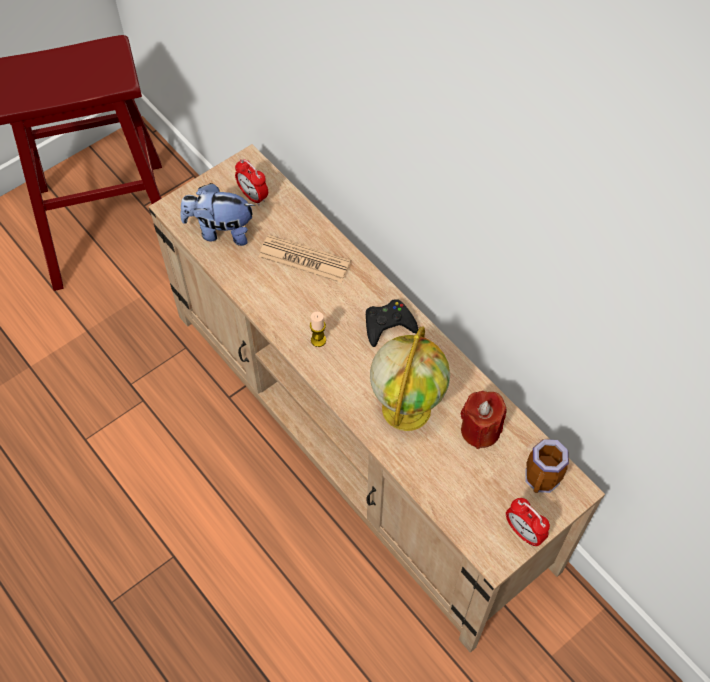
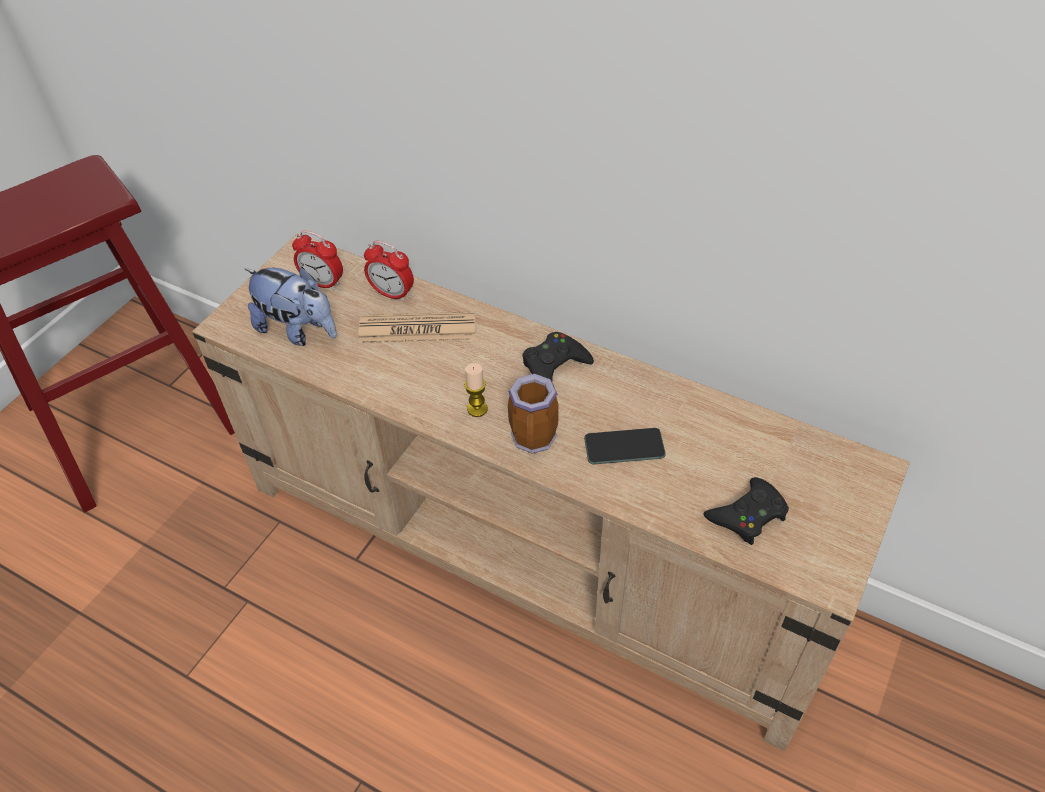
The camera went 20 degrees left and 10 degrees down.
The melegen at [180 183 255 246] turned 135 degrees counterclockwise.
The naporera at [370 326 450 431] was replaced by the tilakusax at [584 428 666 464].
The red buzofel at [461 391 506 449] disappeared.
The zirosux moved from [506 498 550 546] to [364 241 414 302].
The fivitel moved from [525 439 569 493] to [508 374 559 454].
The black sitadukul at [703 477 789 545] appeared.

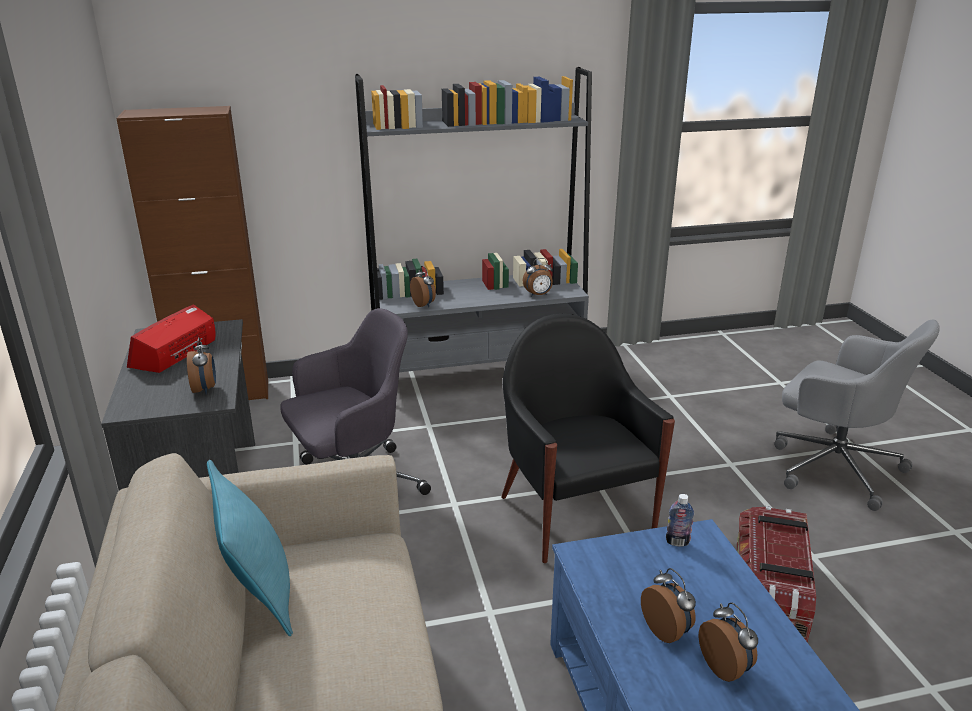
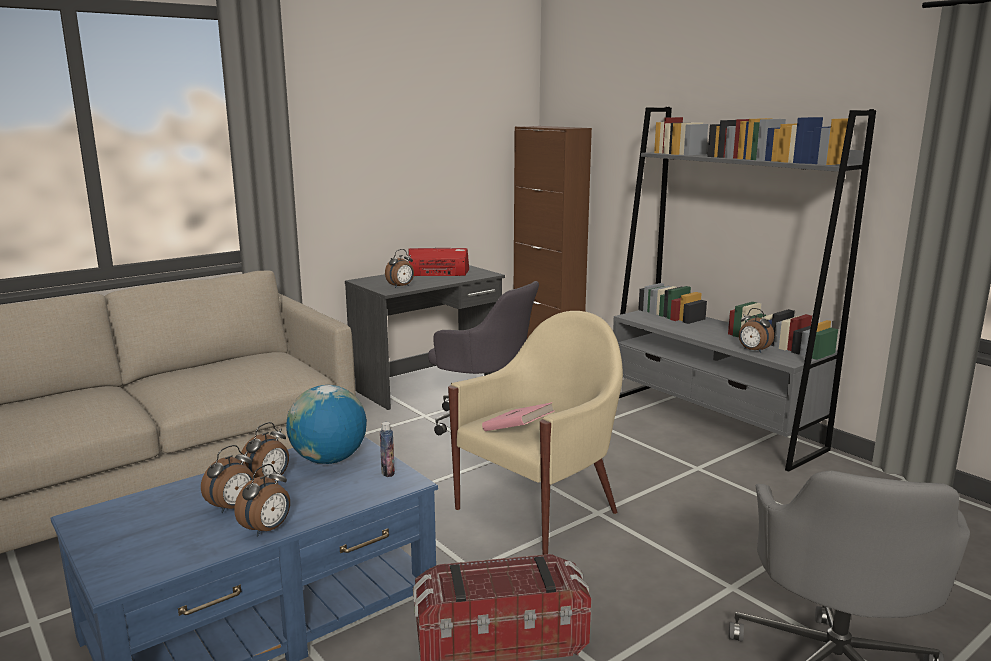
The camera went 65 degrees right and 10 degrees down.
The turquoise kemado at [207 460 293 636] disappeared.
The zirosux moved from [410 266 436 307] to [234 464 290 537].
The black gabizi at [501 314 675 563] became the beige gabizi at [448 311 623 555].
The naporera at [286 385 367 464] appeared.
The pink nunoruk at [482 402 554 431] appeared.

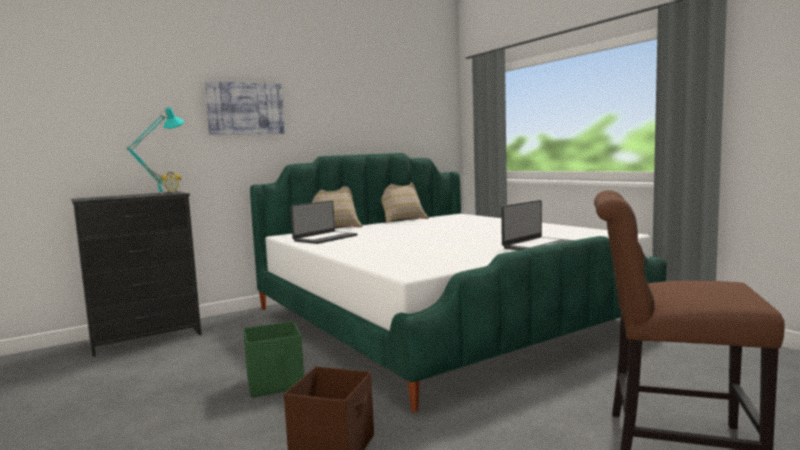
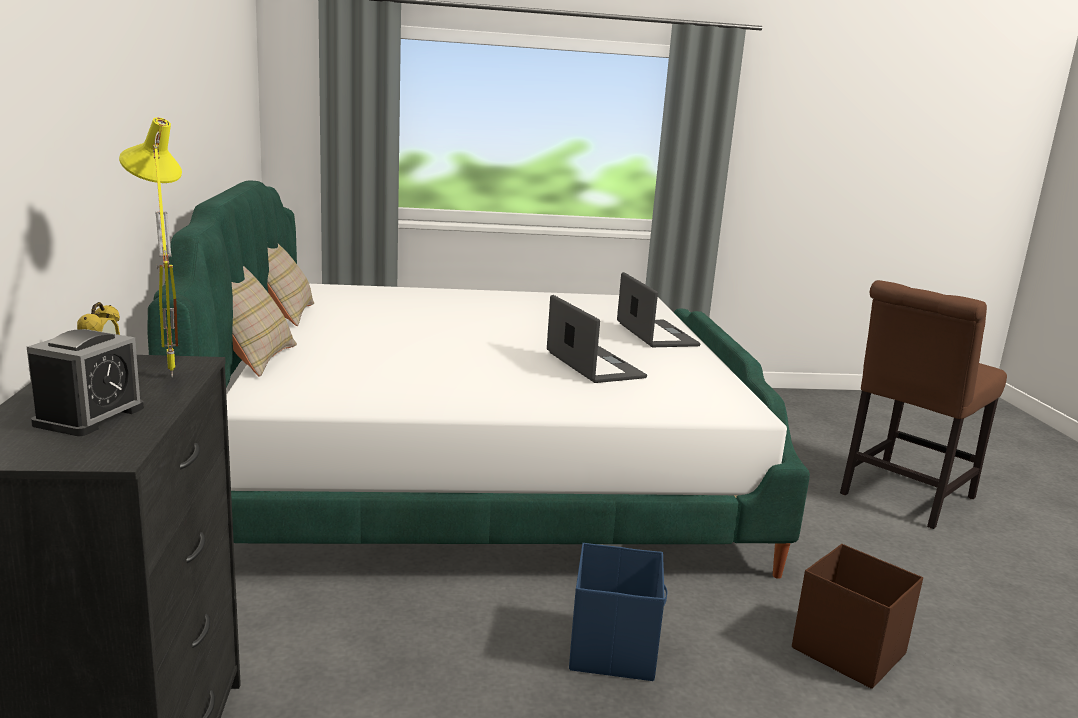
The camera went 65 degrees left and 10 degrees up.
The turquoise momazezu at [126 107 184 194] became the yellow momazezu at [119 117 182 378].
The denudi at [204 81 285 135] disappeared.
The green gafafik at [243 321 304 398] became the blue gafafik at [569 543 667 681].
The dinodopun moved from [290 200 358 244] to [547 295 647 383].
The zirosux at [27 329 144 436] appeared.

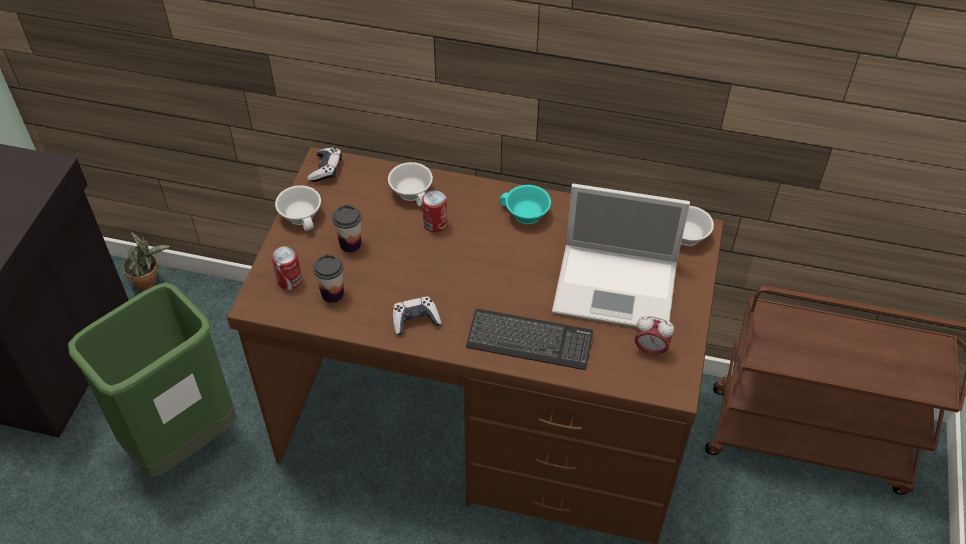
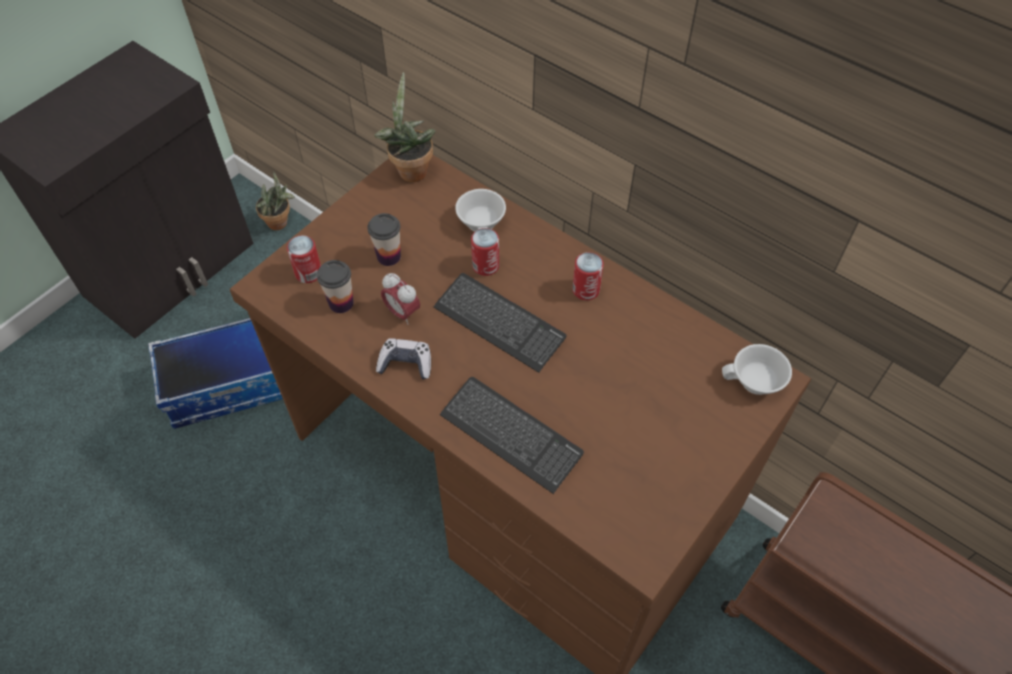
The camera went 25 degrees right and 5 degrees up.
The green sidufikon at [68 282 237 477] was replaced by the gafafik at [148 318 283 429].
The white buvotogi at [275 185 321 231] disappeared.
The sitadukul at [307 148 342 182] was replaced by the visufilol at [374 72 436 182].
The turquoise buvotogi at [499 185 551 224] was replaced by the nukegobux at [572 252 604 300].
The dinodopun at [552 184 690 327] disappeared.
The zirosux moved from [634 316 674 358] to [381 273 420 325].
The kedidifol at [434 273 567 373] appeared.

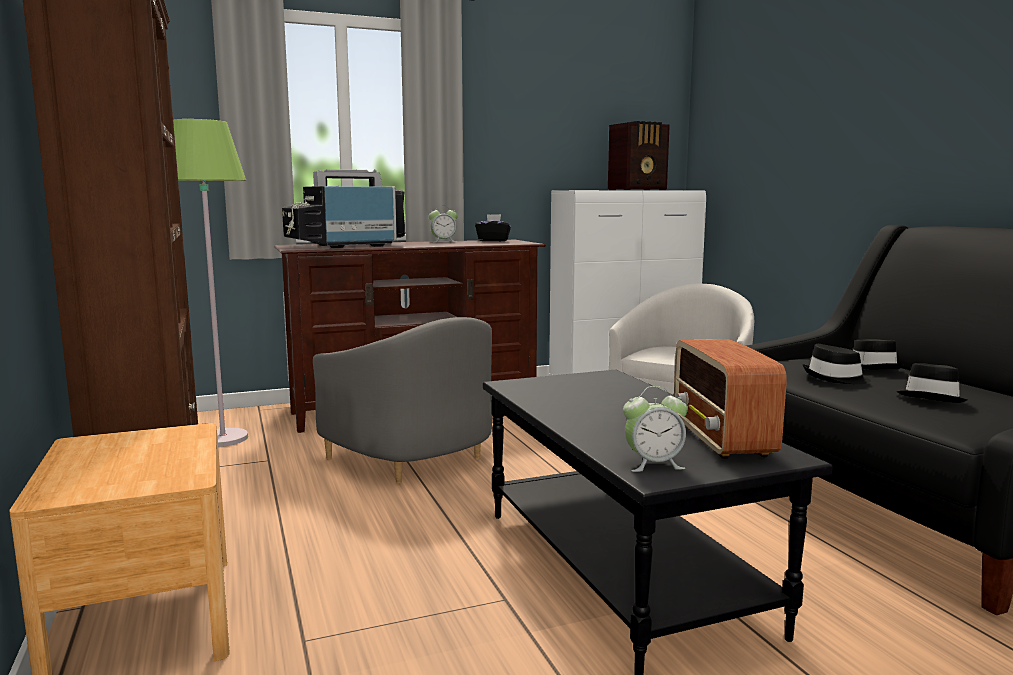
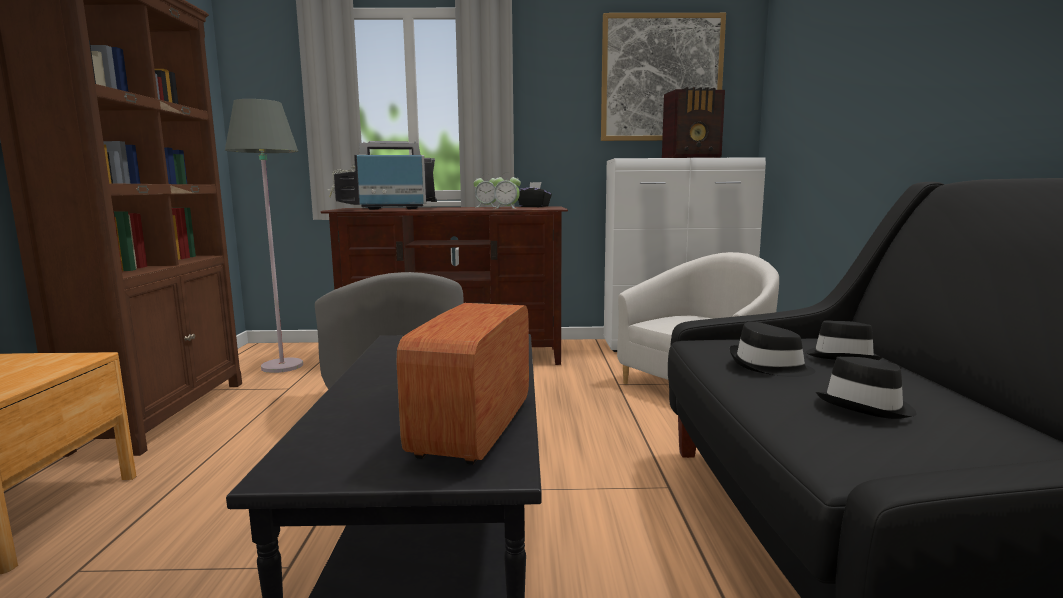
The camera went 20 degrees right and 0 degrees up.
The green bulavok at [173 119 248 447] became the grey bulavok at [225 99 303 373].
The zirosux moved from [623 386 688 472] to [493 173 521 209].
The denudi at [601 13 726 141] appeared.

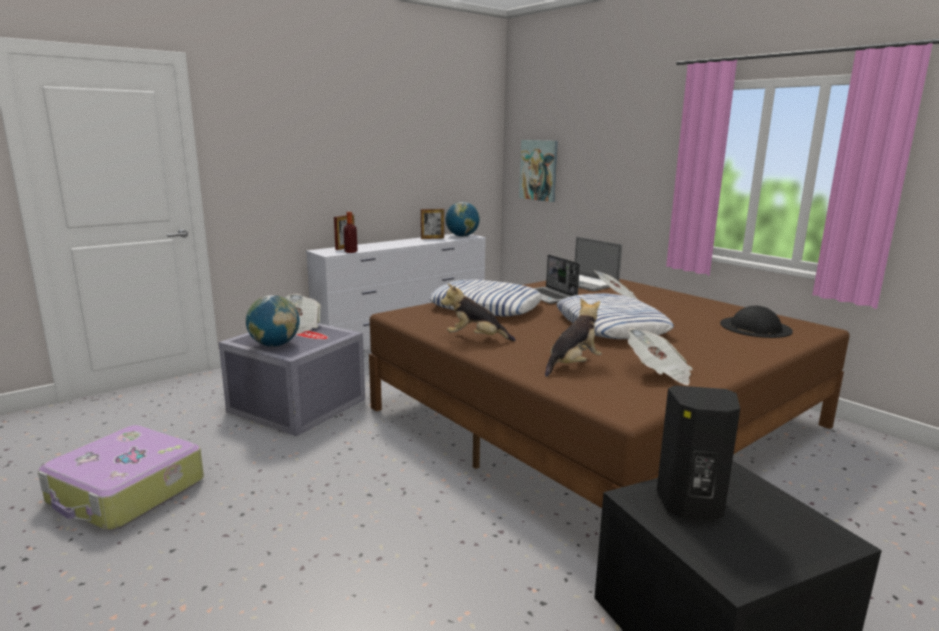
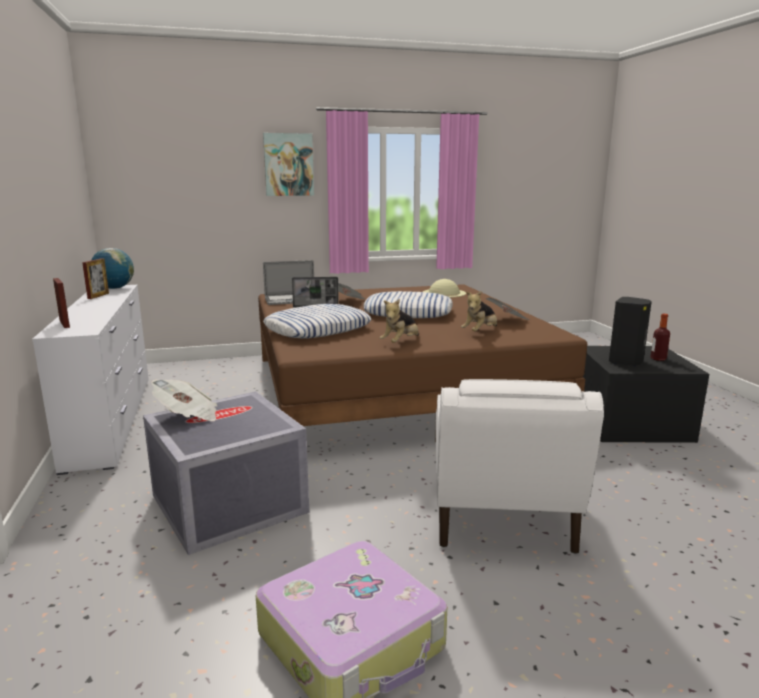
The camera went 65 degrees left and 0 degrees up.
The naporera at [246 295 300 347] disappeared.
The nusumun moved from [343 212 358 253] to [651 314 670 361].
The denudi moved from [519 140 558 202] to [263 133 314 196].
The melegen at [545 299 602 377] turned 120 degrees counterclockwise.
The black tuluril at [720 306 793 338] became the beige tuluril at [423 279 466 298].
The white gabizi at [436 379 604 554] appeared.

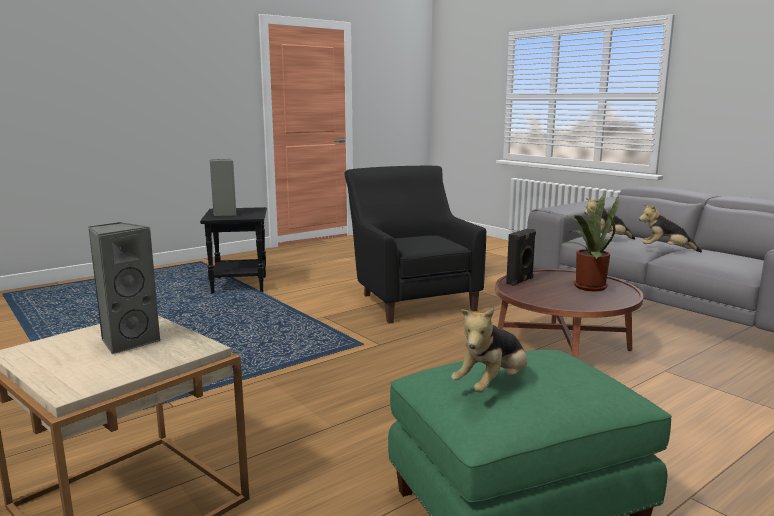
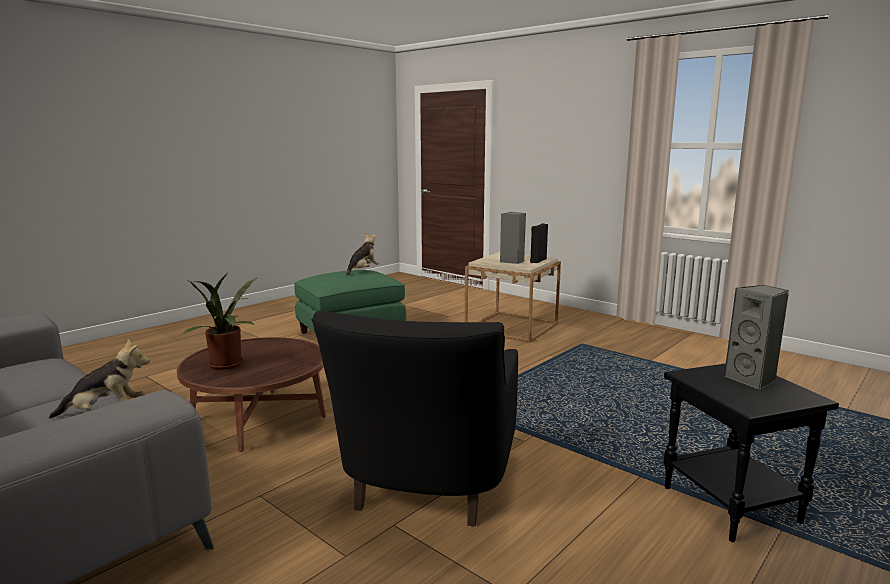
The camera went 170 degrees right and 0 degrees up.
The black gabizi at [345 166 486 323] turned 45 degrees clockwise.
The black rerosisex moved from [506 229 536 286] to [530 223 548 263].
The melegen at [639 204 702 252] disappeared.

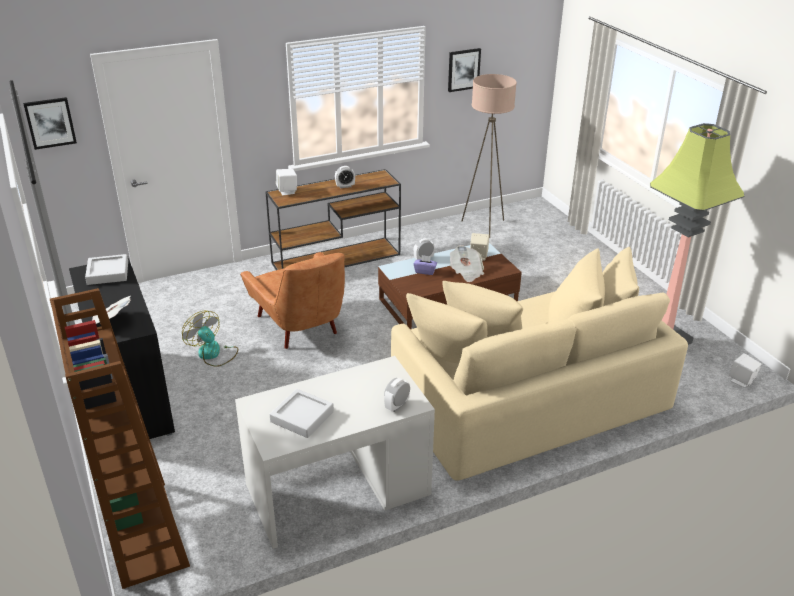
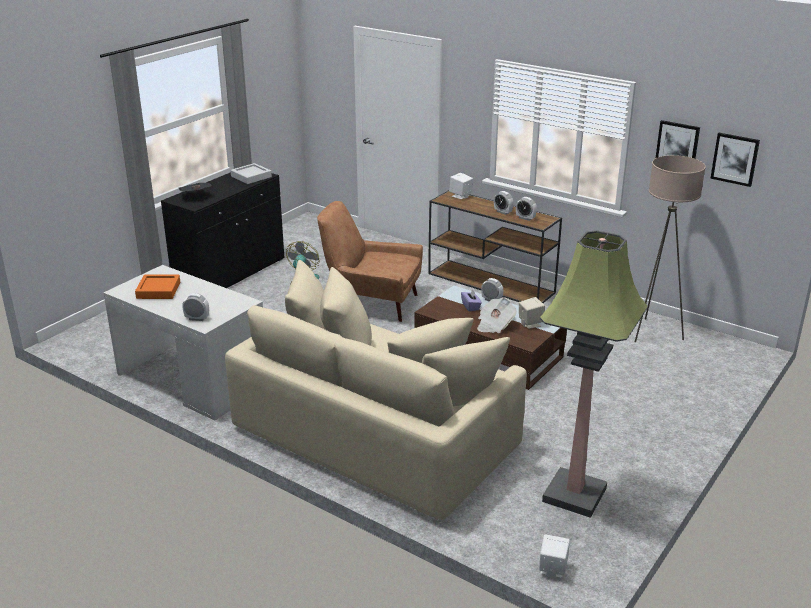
The camera went 60 degrees right and 5 degrees down.
The denudi moved from [23 97 77 150] to [710 133 760 187].
The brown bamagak at [50 288 190 589] disappeared.
The brown gabizi at [240 252 345 349] turned 75 degrees clockwise.
The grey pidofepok at [269 389 334 438] became the orange pidofepok at [135 275 180 299].
The zirosux at [516 197 537 221] appeared.

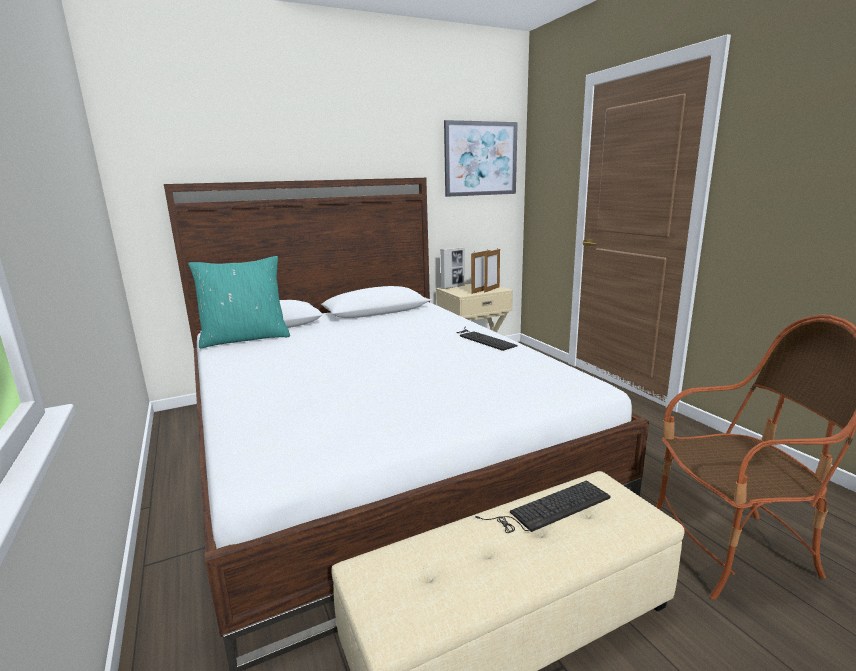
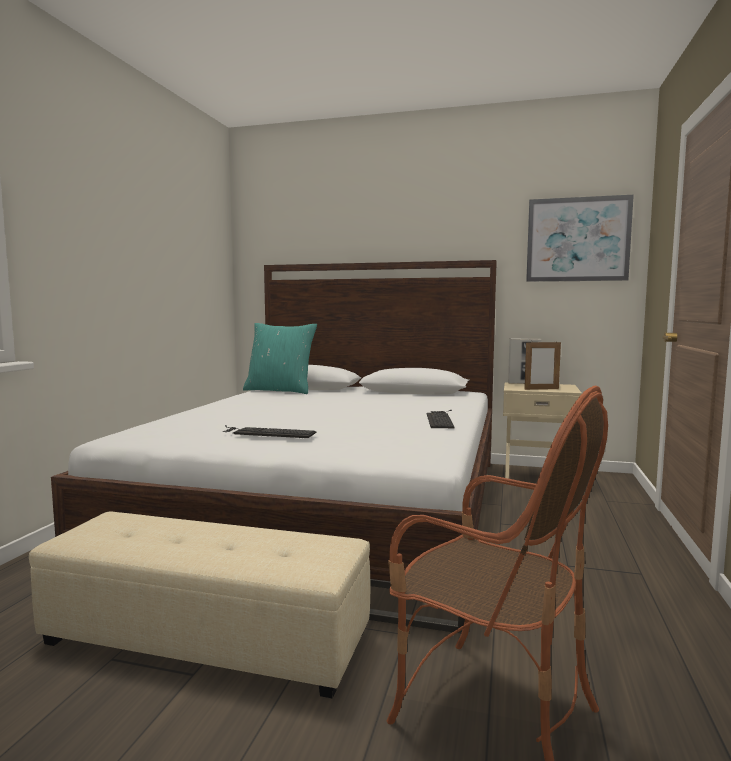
The camera went 40 degrees right and 10 degrees down.
The kedidifol moved from [475 480 611 533] to [223 425 316 438].
The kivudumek at [484 249 500 293] disappeared.

